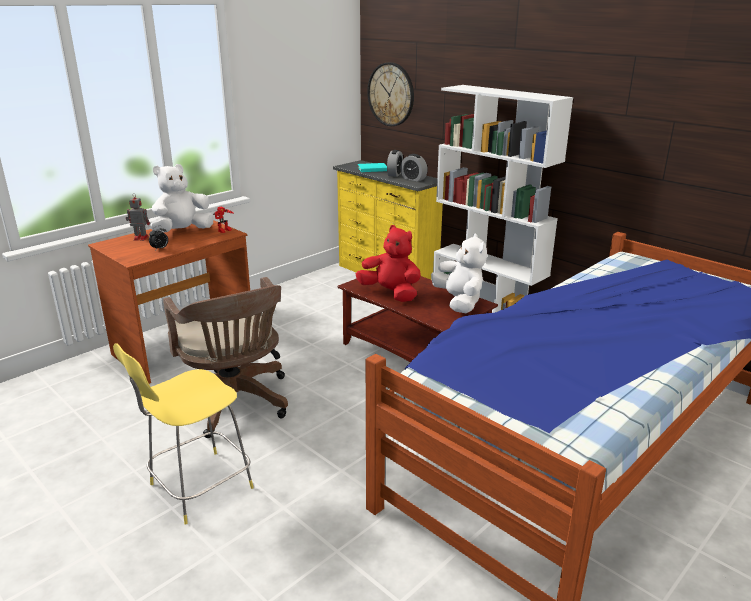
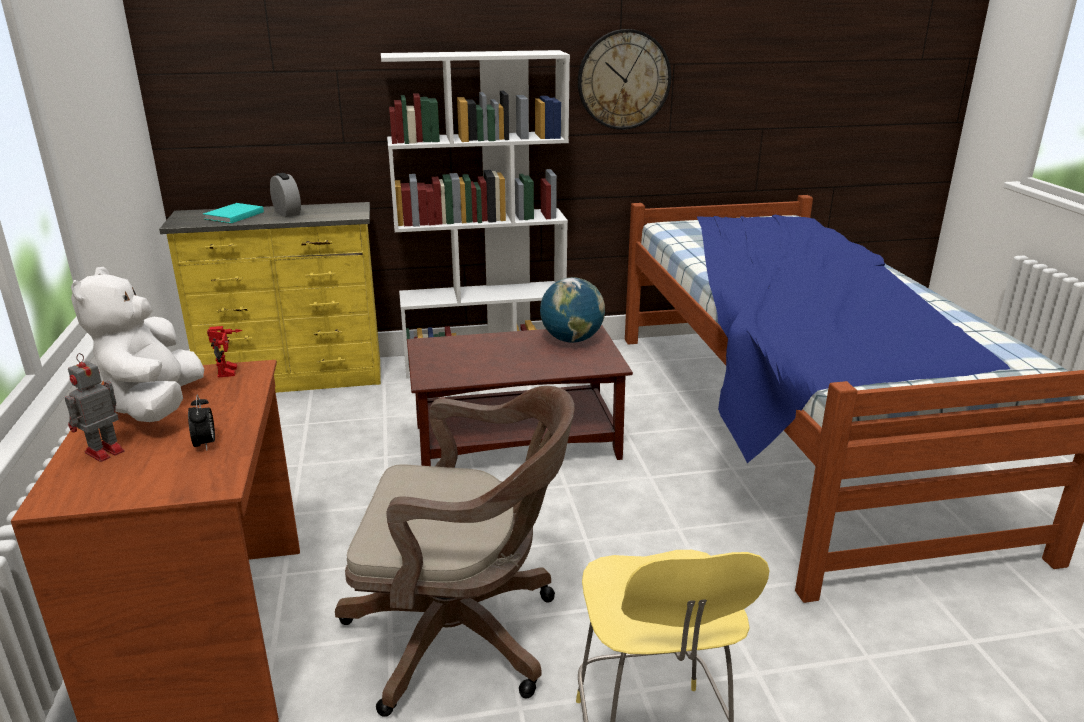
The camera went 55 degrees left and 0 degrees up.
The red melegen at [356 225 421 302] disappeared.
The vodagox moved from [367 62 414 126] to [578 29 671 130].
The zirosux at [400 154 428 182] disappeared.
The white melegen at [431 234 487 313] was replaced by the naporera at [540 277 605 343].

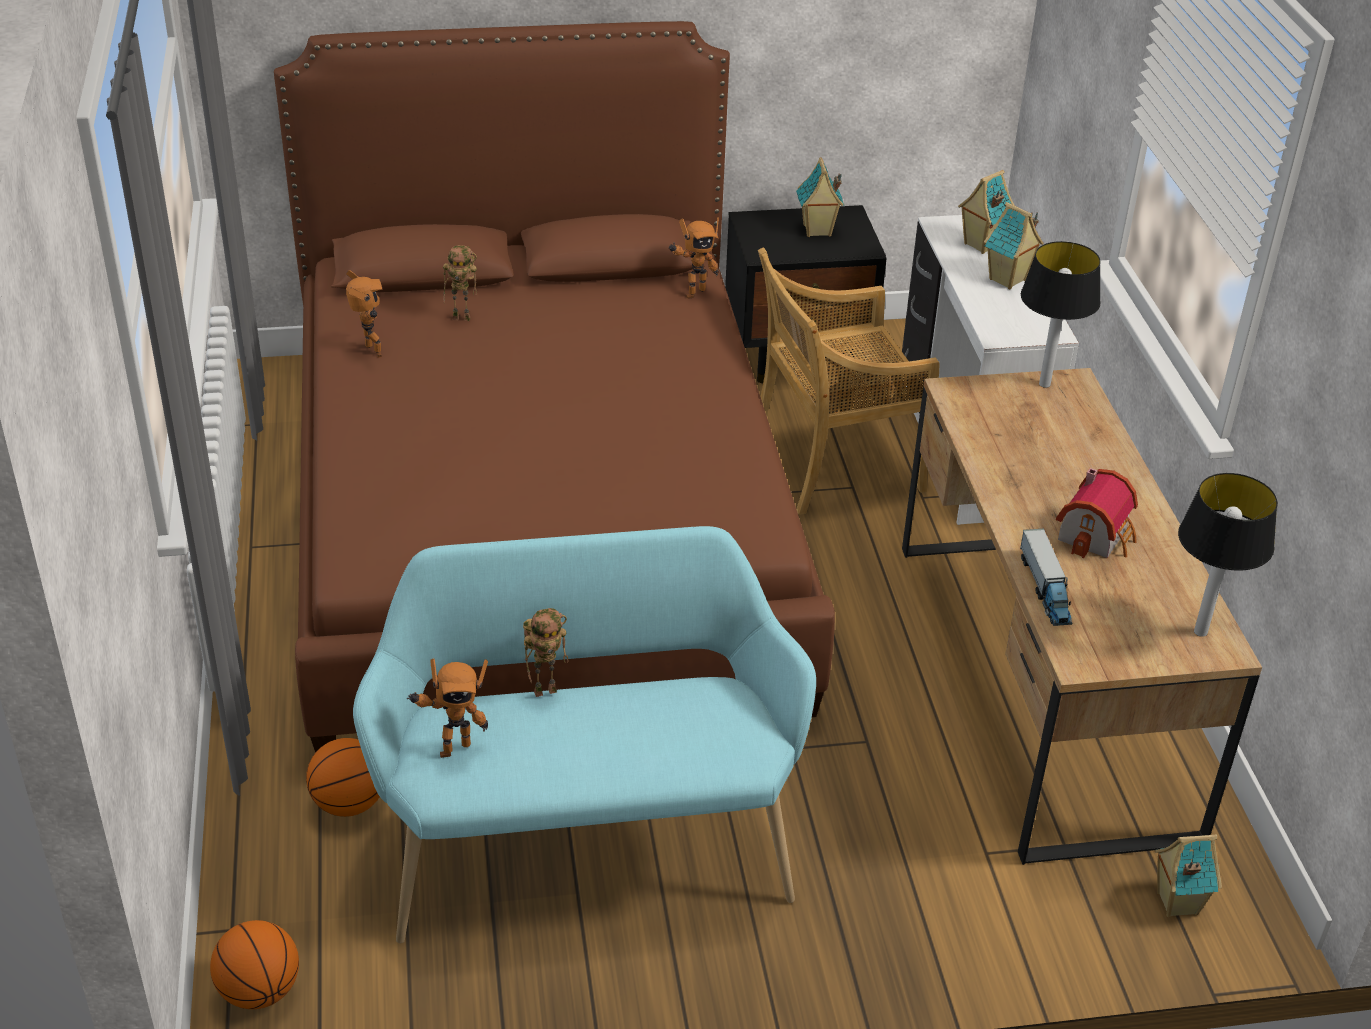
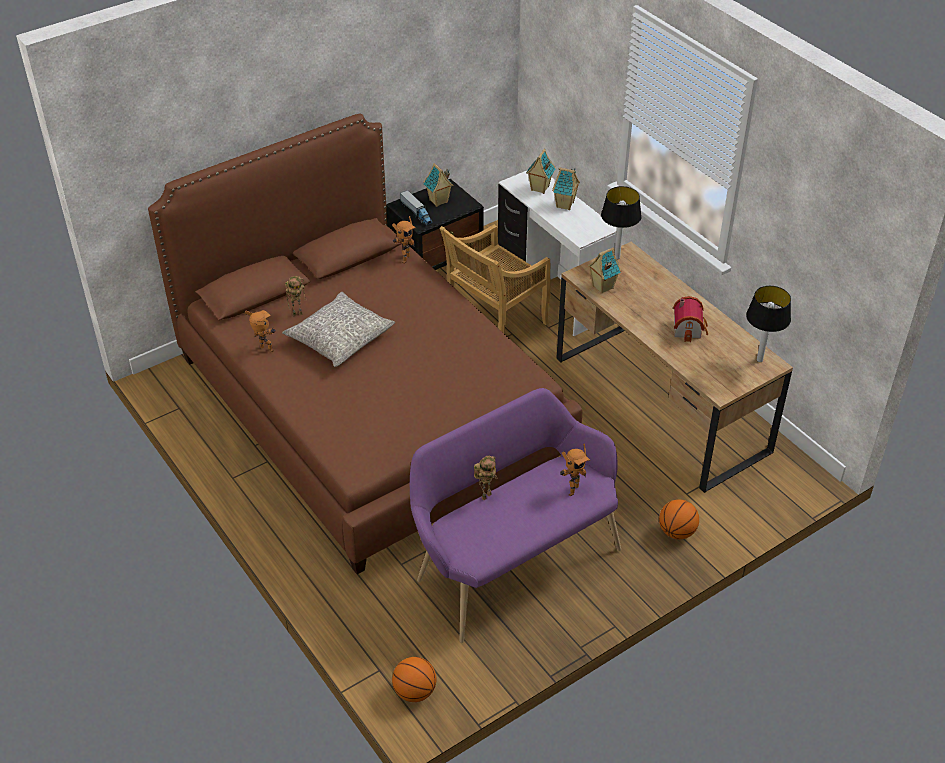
The camera went 25 degrees left and 5 degrees up.
The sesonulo moved from [306 738 380 817] to [659 499 699 539].
The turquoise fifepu at [353 526 816 943] became the purple fifepu at [410 388 621 643].
The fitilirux moved from [407 658 488 758] to [560 443 590 497].
The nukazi moved from [1020 528 1072 626] to [400 190 433 226].
The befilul moved from [1155 835 1222 917] to [588 247 622 294].
The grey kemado at [282 292 395 367] appeared.

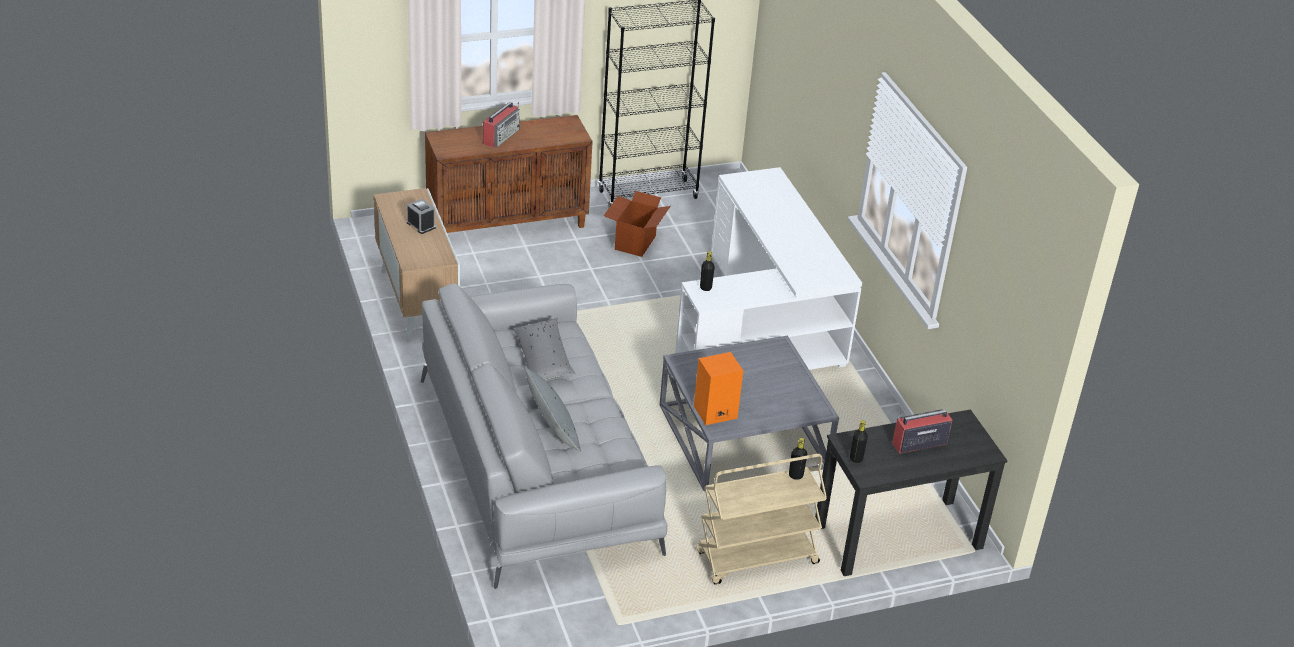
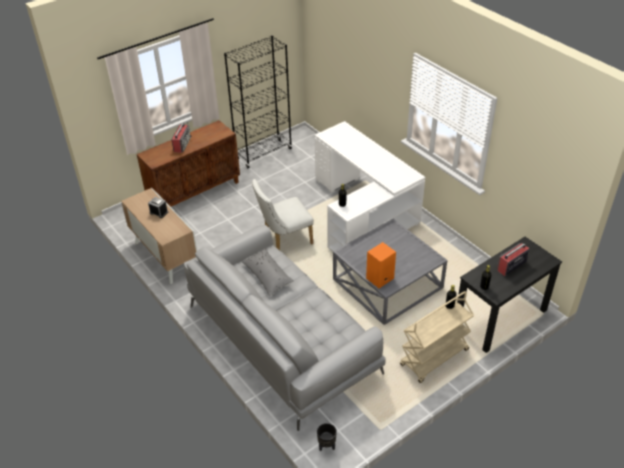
The camera went 15 degrees left and 5 degrees up.
The grey kemado at [525 367 581 452] disappeared.
The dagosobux at [604 191 671 257] disappeared.
The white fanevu at [252 179 314 250] appeared.
The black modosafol at [317 423 337 451] appeared.

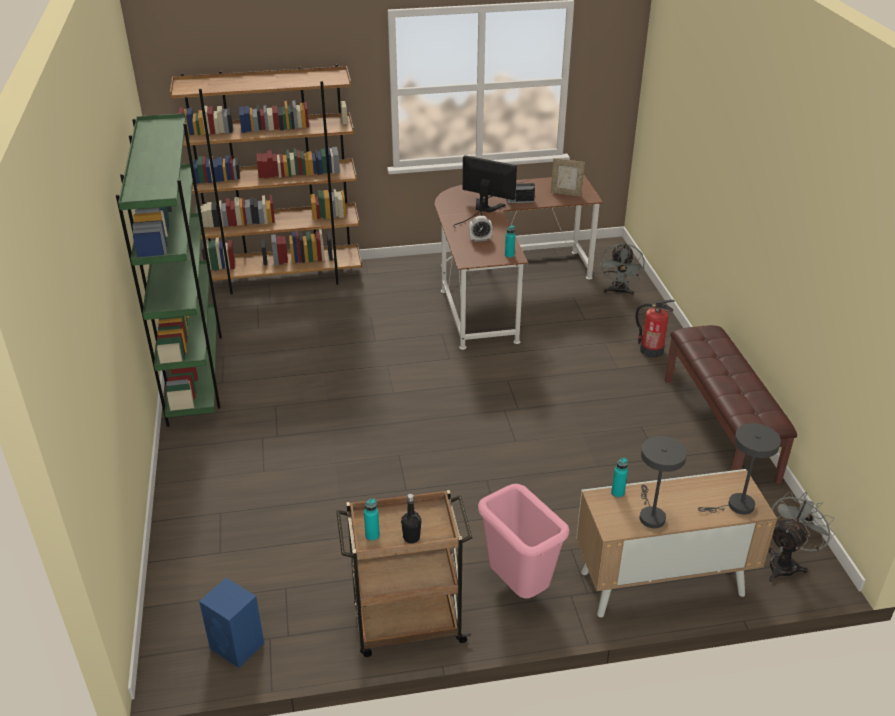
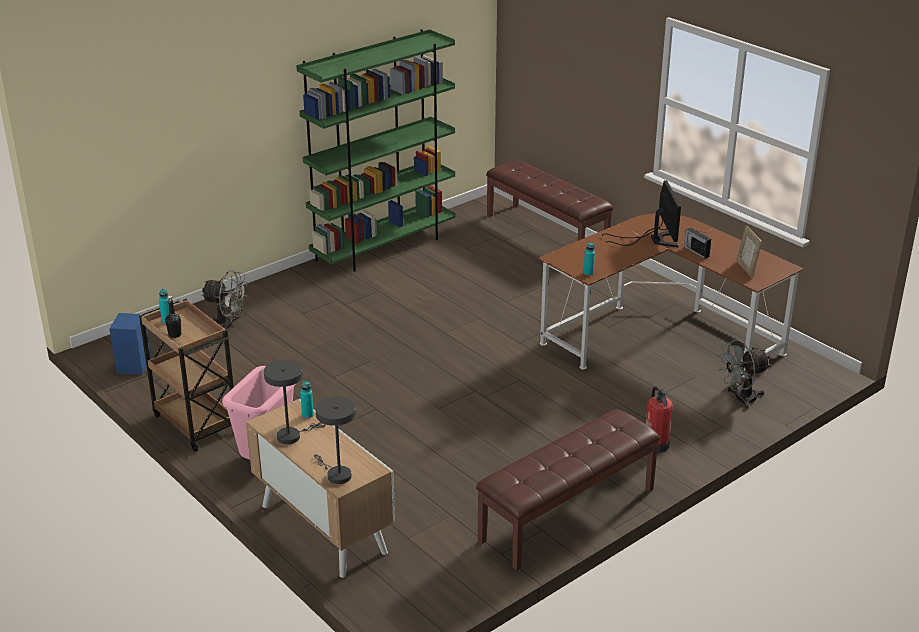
The camera went 60 degrees right and 5 degrees down.
The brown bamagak at [170 64 362 294] was replaced by the brown fifepu at [486 160 613 241].
The zirosux at [469 216 493 242] disappeared.
The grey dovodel moved from [768 492 835 582] to [201 270 248 330].

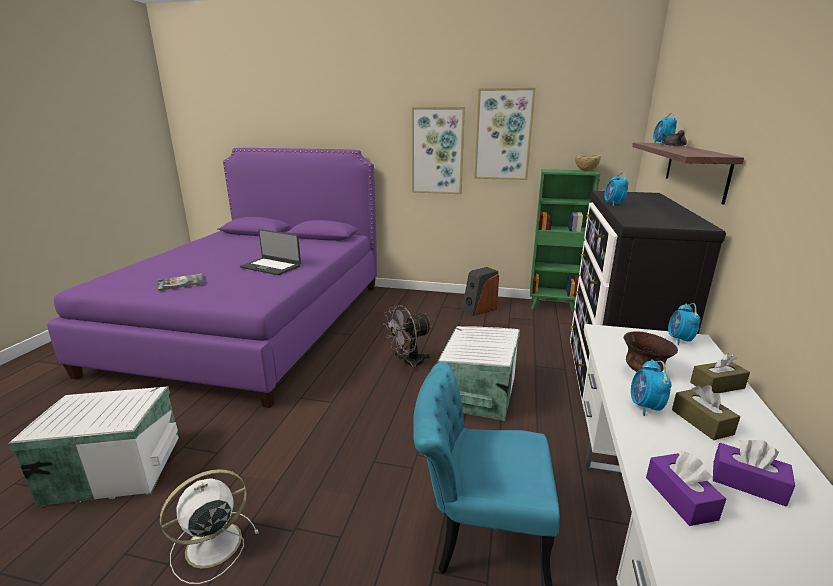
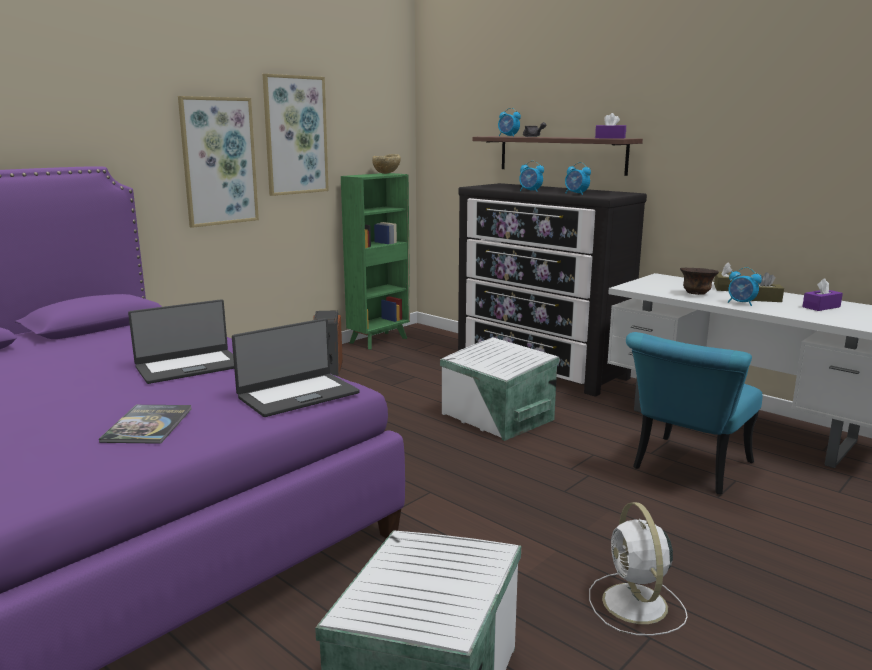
The camera went 60 degrees left and 5 degrees down.
The grey dovodel at [383 305 432 372] disappeared.
The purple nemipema moved from [646 450 726 526] to [595 113 626 139].
The zirosux moved from [668 303 701 345] to [565 162 591 195].
The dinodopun at [232 318 360 417] appeared.

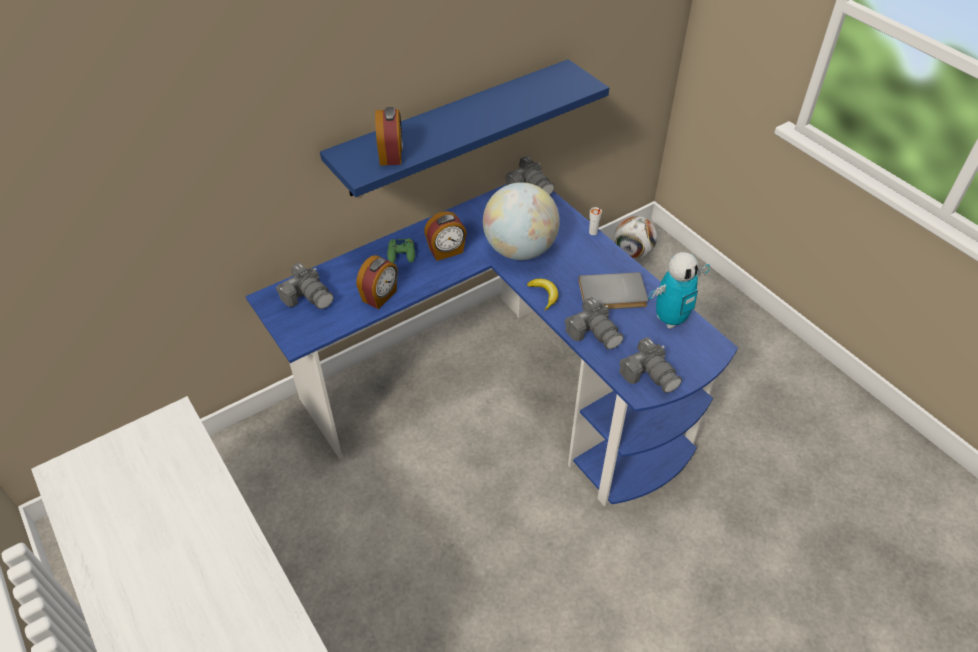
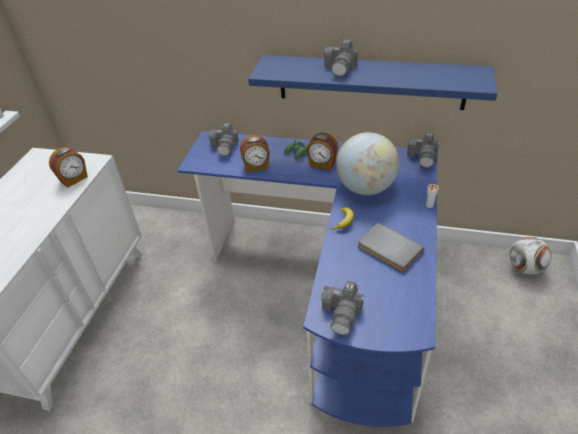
The camera went 50 degrees right and 5 degrees down.
The zirosux moved from [375 107 403 166] to [49 147 88 188].
The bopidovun moved from [565 297 623 349] to [324 40 358 76].
The fitilirux at [649 252 710 329] disappeared.

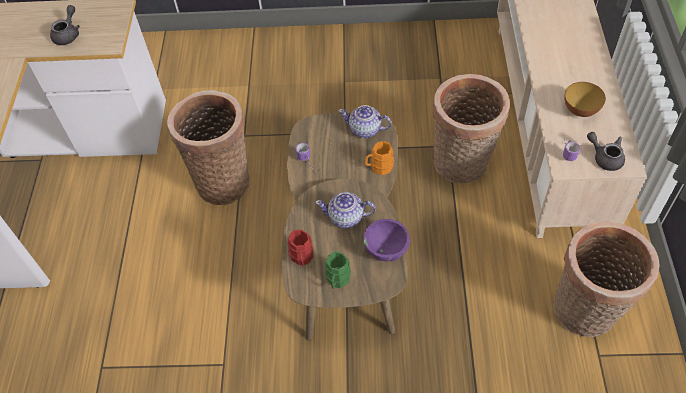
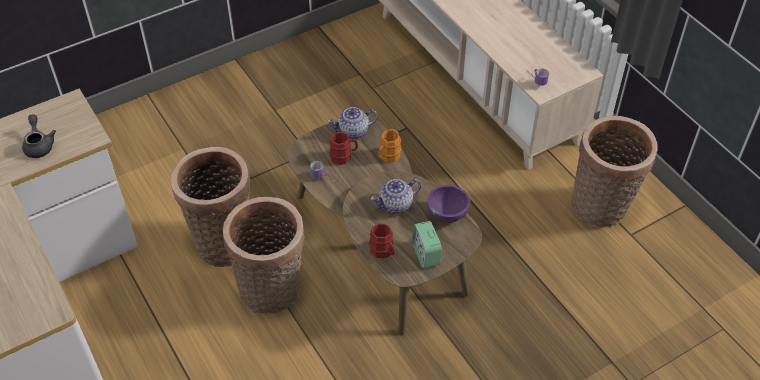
The camera went 35 degrees left and 5 degrees down.
The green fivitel at [325 251 351 289] was replaced by the zirosux at [412 221 442 268].
The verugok moved from [433 74 510 184] to [223 197 305 314].
The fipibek at [564 82 606 117] disappeared.
The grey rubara at [587 132 625 171] disappeared.
The red fivitel at [329 132 358 165] appeared.

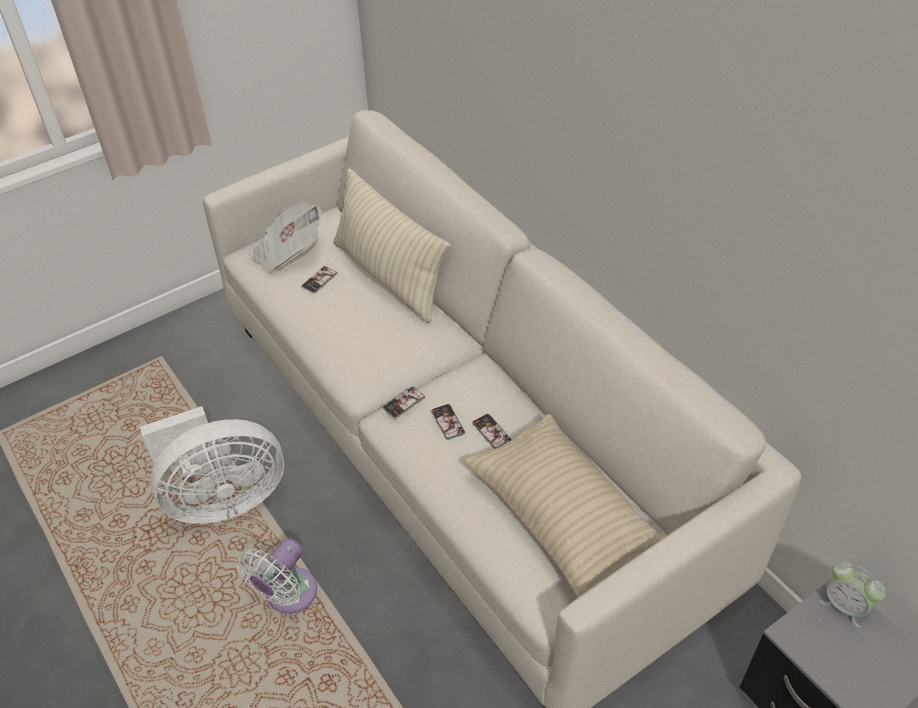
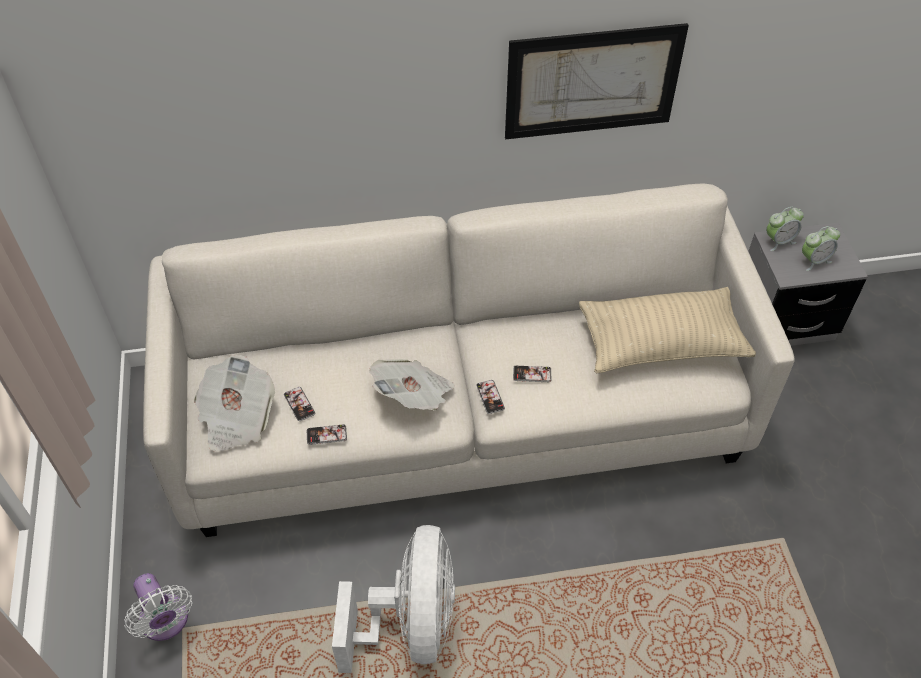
The camera went 65 degrees left and 5 degrees up.
The white dovodel moved from [237 538 317 614] to [124 573 192 641].
The beige kemado at [333 168 450 323] disappeared.
The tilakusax moved from [472 414 512 449] to [307 424 347 445].
The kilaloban at [369 359 455 410] appeared.
The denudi at [505 23 689 139] appeared.
The zirosux at [802 226 840 271] appeared.

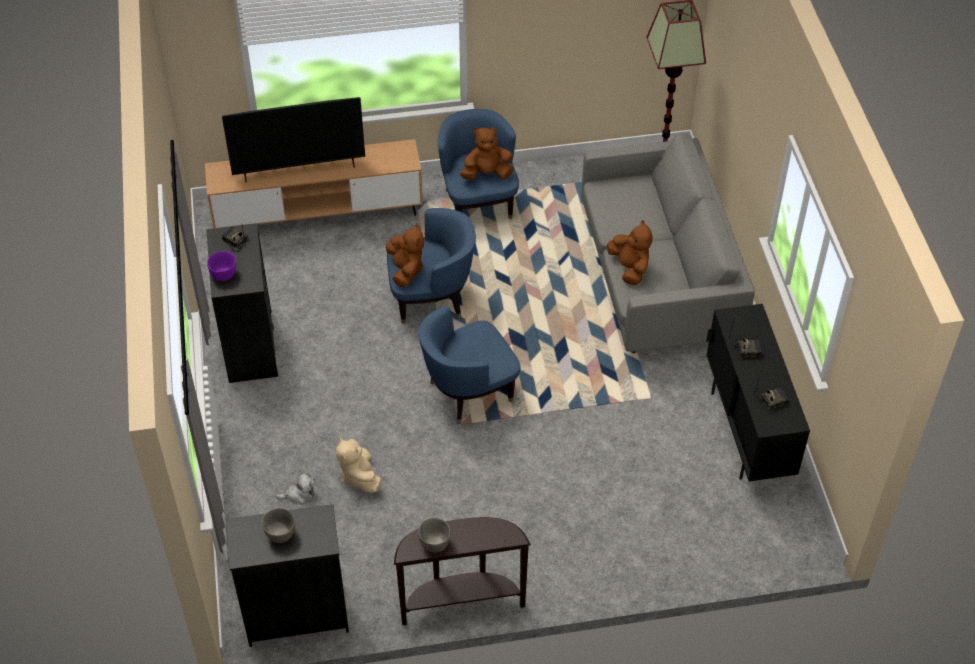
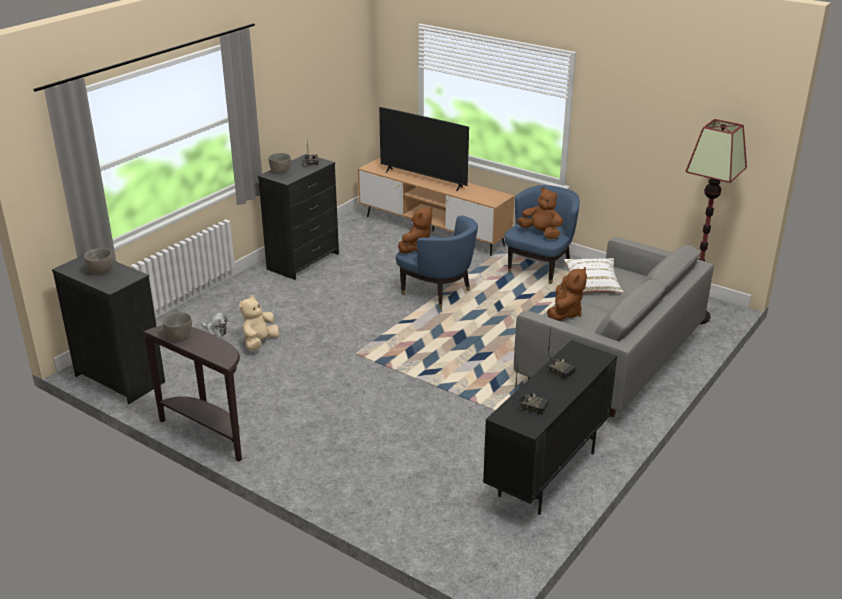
The camera went 45 degrees right and 20 degrees down.
The purple fipibek at [207 251 236 281] became the grey fipibek at [268 153 291 173].
The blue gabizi at [418 306 521 424] disappeared.
The white kemado at [564 258 624 293] appeared.

